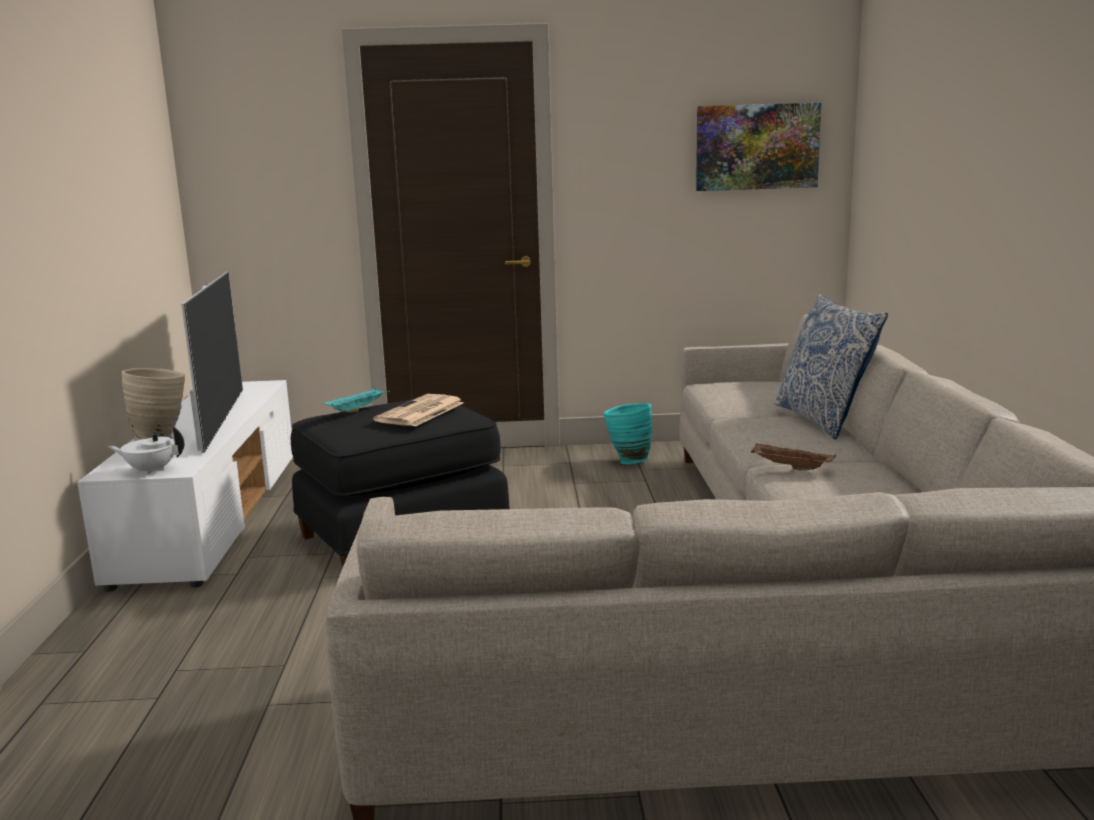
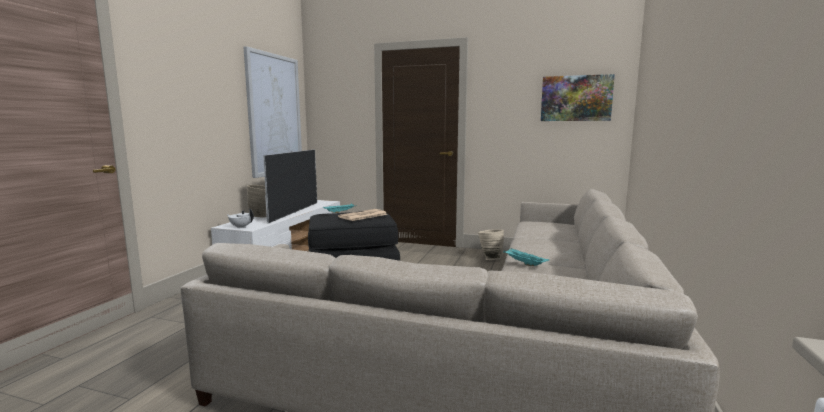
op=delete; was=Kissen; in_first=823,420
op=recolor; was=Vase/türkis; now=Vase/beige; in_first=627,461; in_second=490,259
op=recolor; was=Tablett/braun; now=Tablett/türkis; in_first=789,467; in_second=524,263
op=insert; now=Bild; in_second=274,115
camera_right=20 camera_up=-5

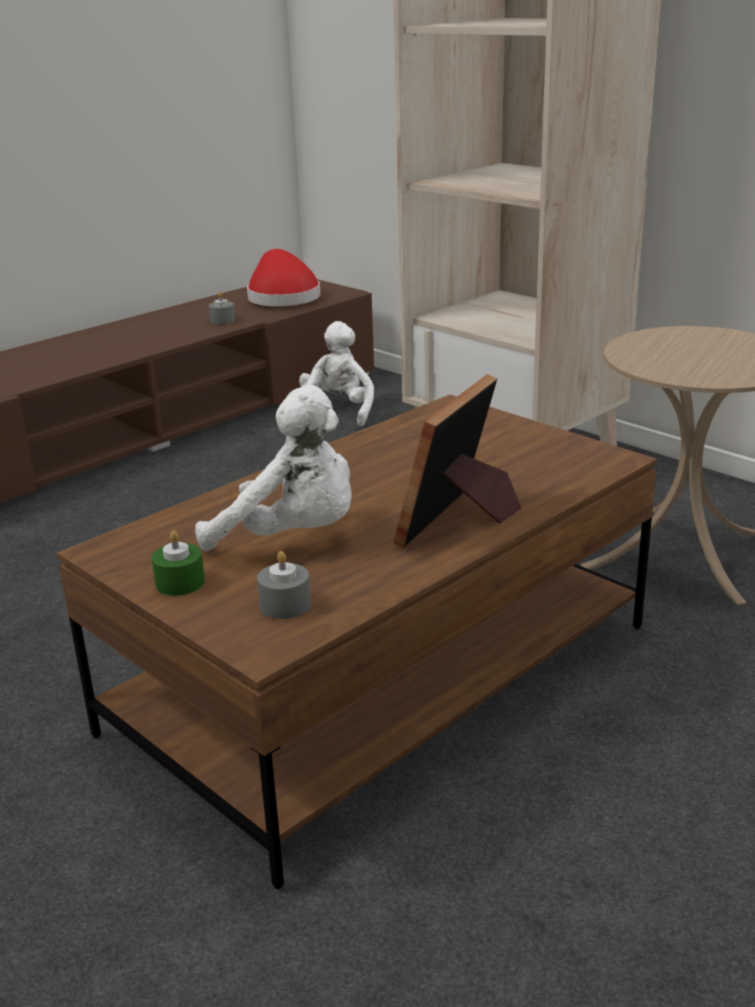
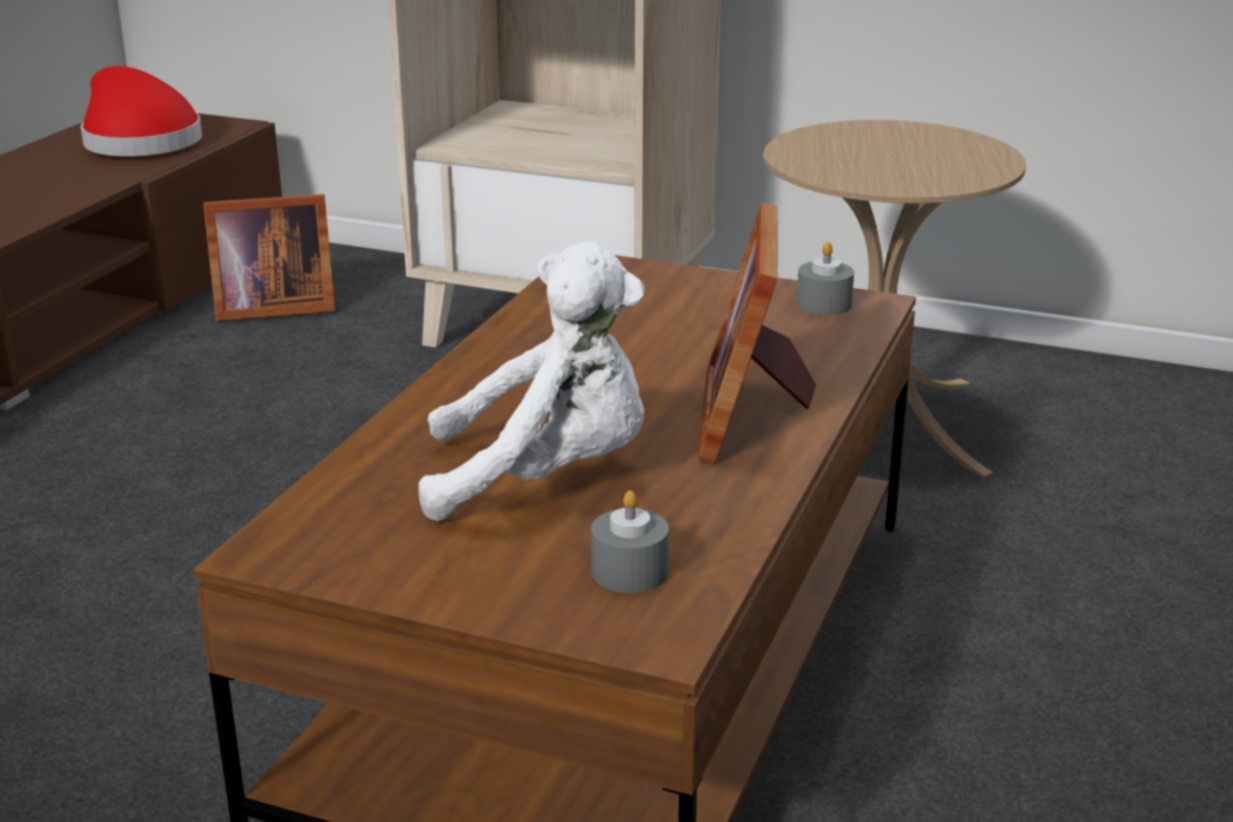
op=move; was=Kerze/grau; in_first=222,320; in_second=824,304
op=replace; was=Plüschtier/weiß; now=Bilderrahmen; in_first=338,411; in_second=270,307
op=delete; was=Kerze/grün; in_first=180,583
camera_right=-25 camera_up=0

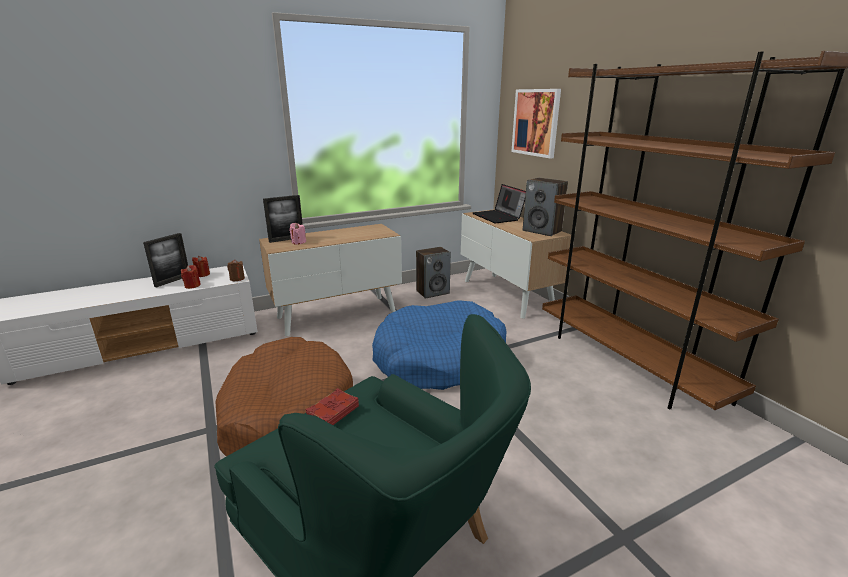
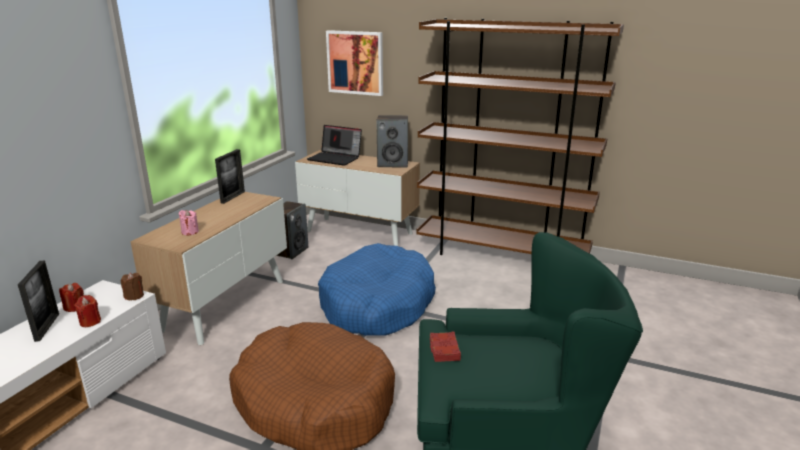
op=move; was=Bilderrahmen; in_first=286,239; in_second=233,197
camera_right=-40 camera_up=0

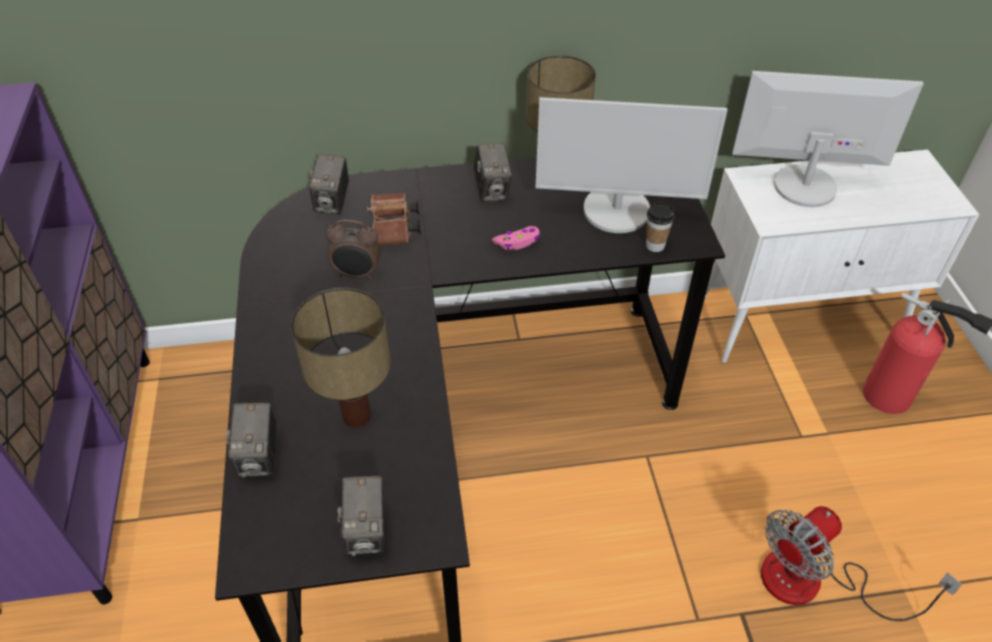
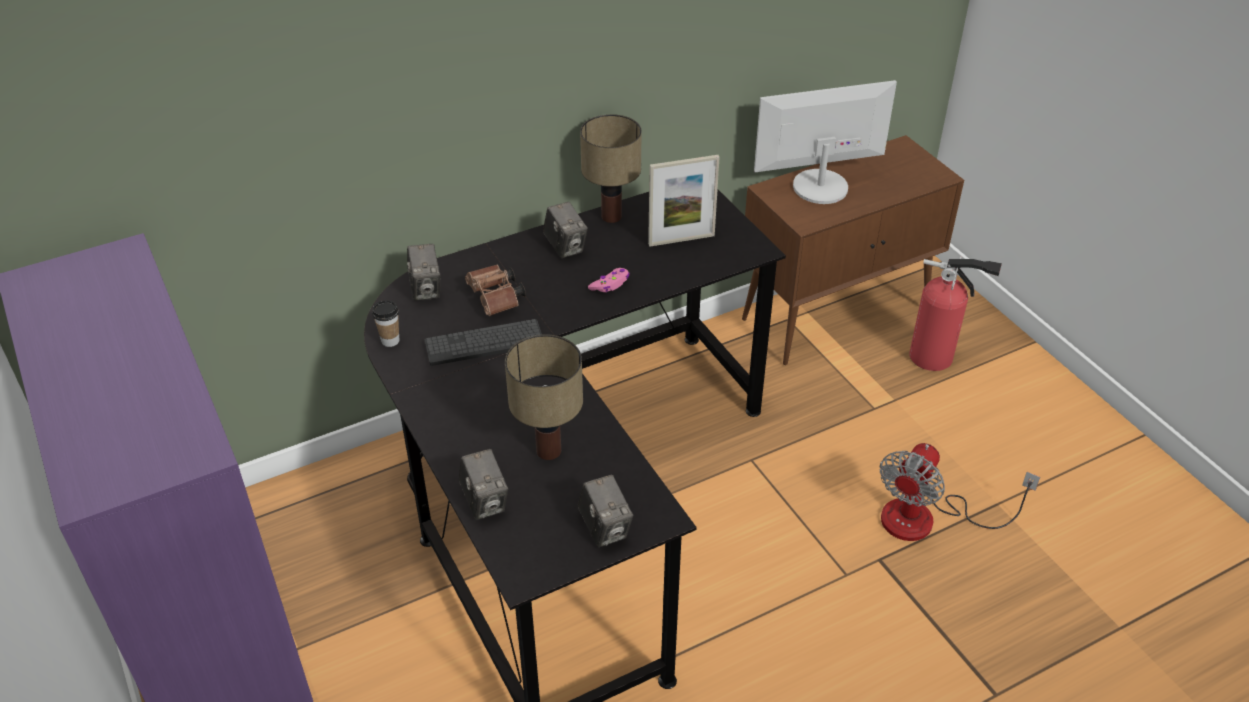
op=replace; was=Monitor; now=Bilderrahmen; in_first=617,211; in_second=681,240
op=recolor; was=Schrank/weiß; now=Schrank/braun; in_first=800,321; in_second=837,313
op=move; was=Tasse; in_first=655,245; in_second=390,341
op=replace; was=Wecker; now=Tastatur; in_first=357,274; in_second=484,343
camera_right=-20 camera_up=-5

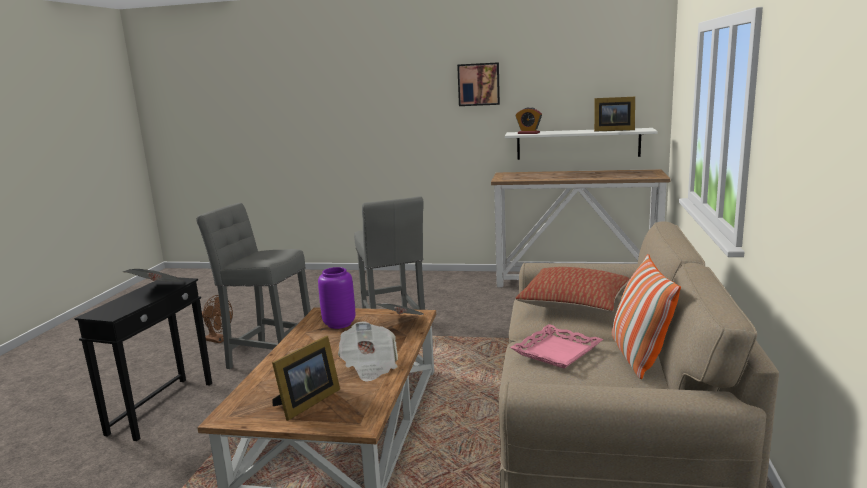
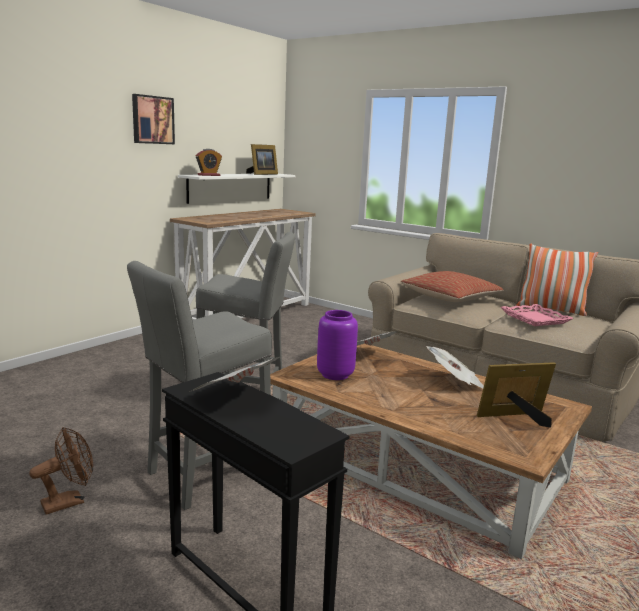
op=rotate; was=Bilderrahmen; in_first=306,403; in_second=516,418; clockwise=-75
camera_right=-65 camera_up=0

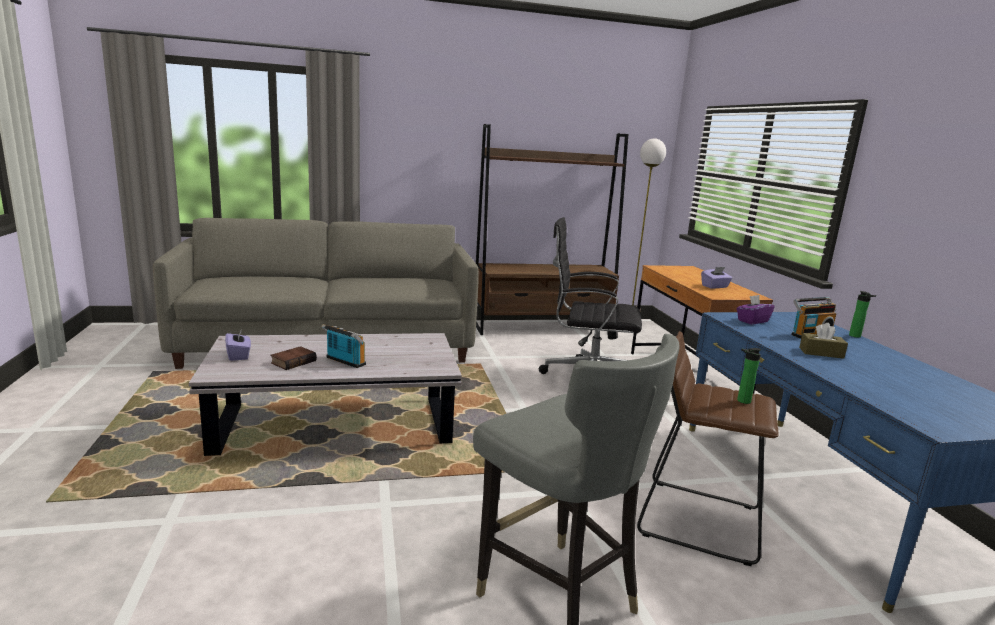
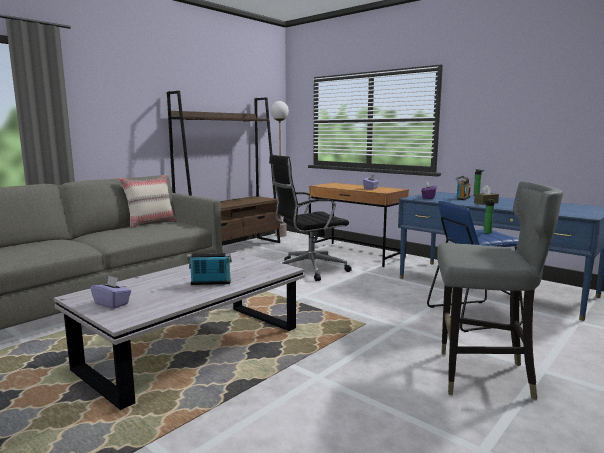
op=recolor; was=Hocker/braun; now=Hocker/blau; in_first=698,520; in_second=472,315
op=delete; was=Buch; in_first=293,361
op=insert; now=Kissen/beige; in_second=151,223
camera_right=-35 camera_up=-5

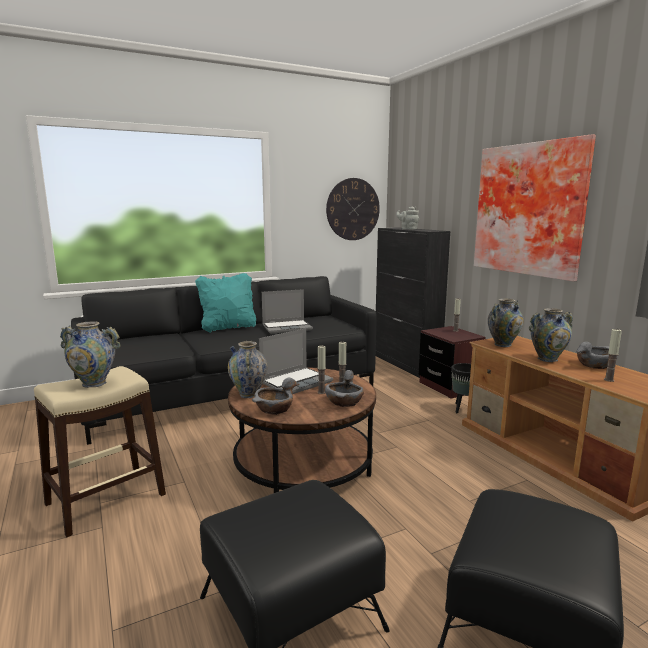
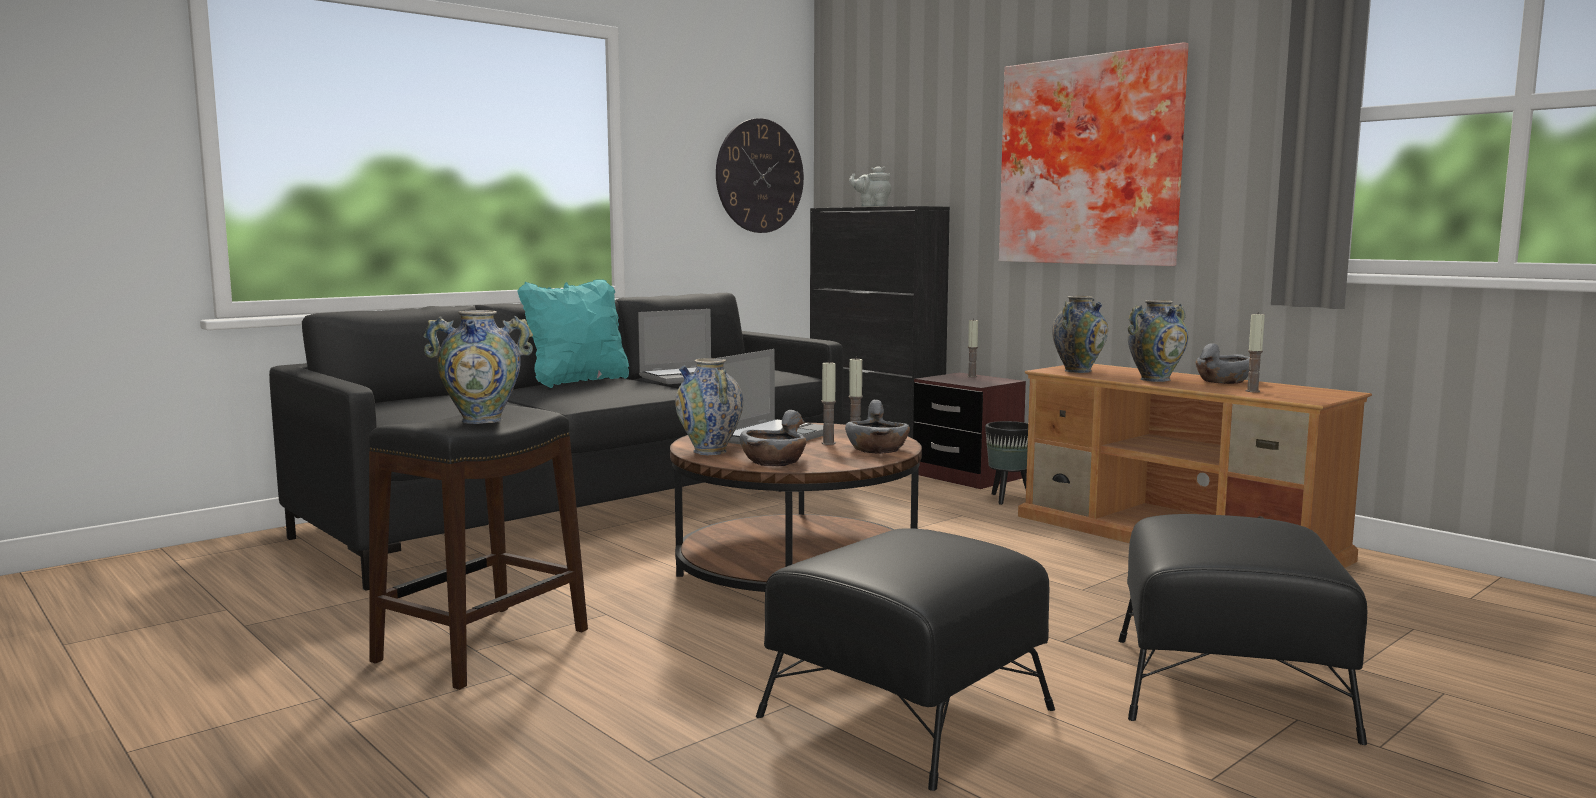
op=recolor; was=Hocker/beige; now=Hocker/schwarz; in_first=106,499; in_second=484,645
camera_right=-15 camera_up=-5

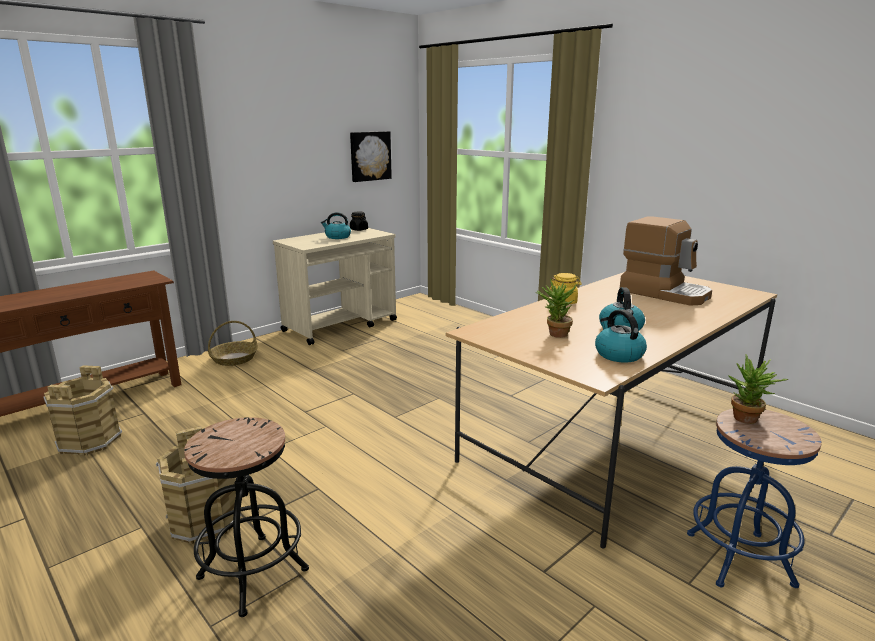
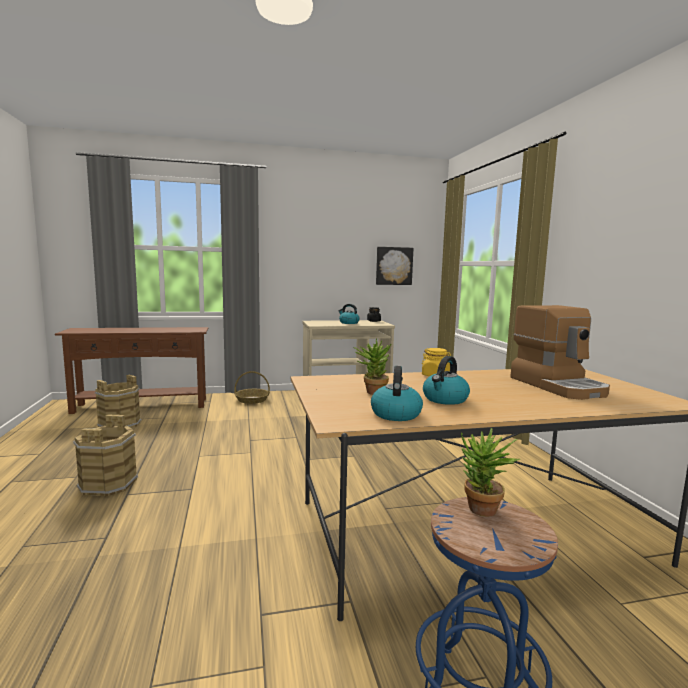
op=delete; was=Hocker/schwarz; in_first=253,573
camera_right=30 camera_up=-10

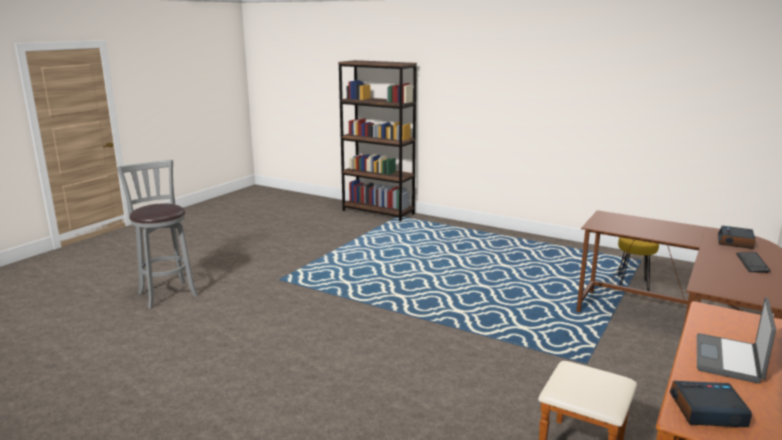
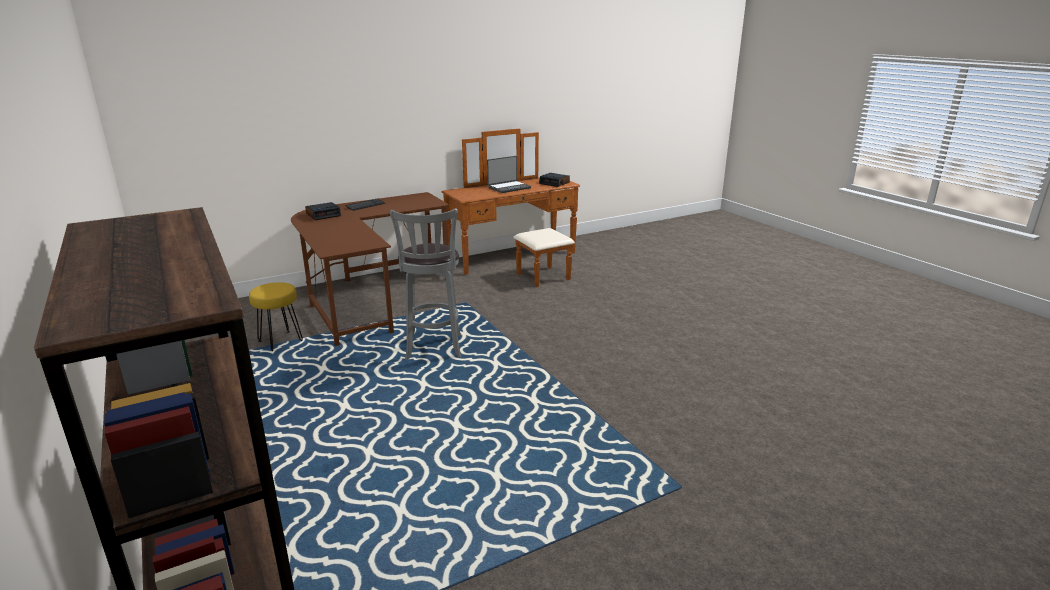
op=move; was=Hocker/grau; in_first=166,293; in_second=434,349
camera_right=-150 camera_up=5

